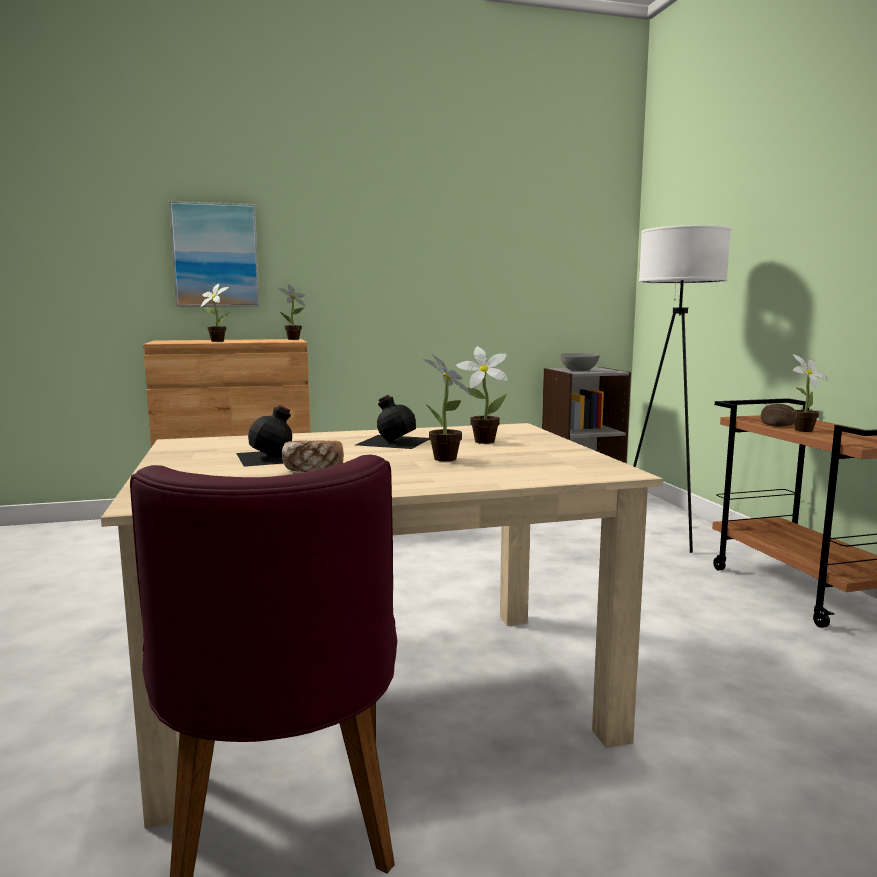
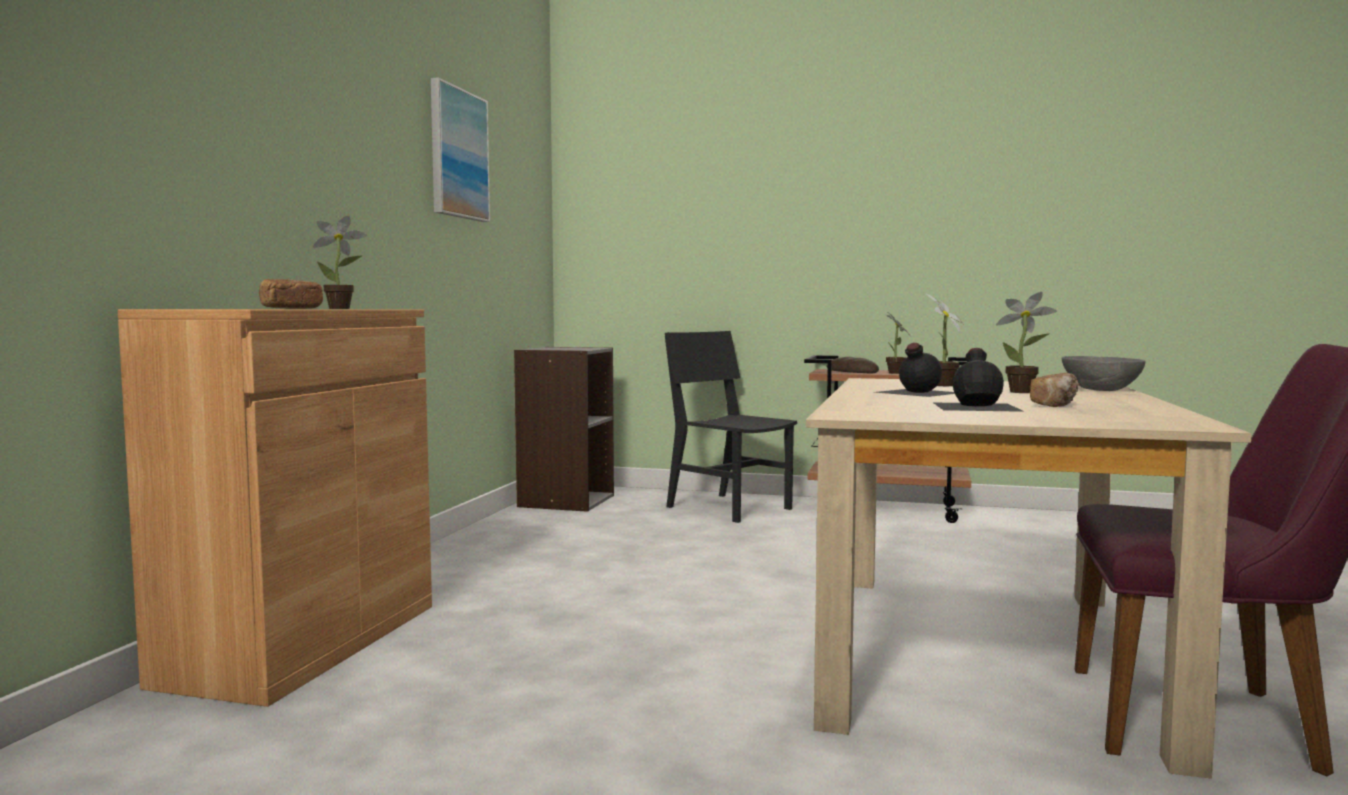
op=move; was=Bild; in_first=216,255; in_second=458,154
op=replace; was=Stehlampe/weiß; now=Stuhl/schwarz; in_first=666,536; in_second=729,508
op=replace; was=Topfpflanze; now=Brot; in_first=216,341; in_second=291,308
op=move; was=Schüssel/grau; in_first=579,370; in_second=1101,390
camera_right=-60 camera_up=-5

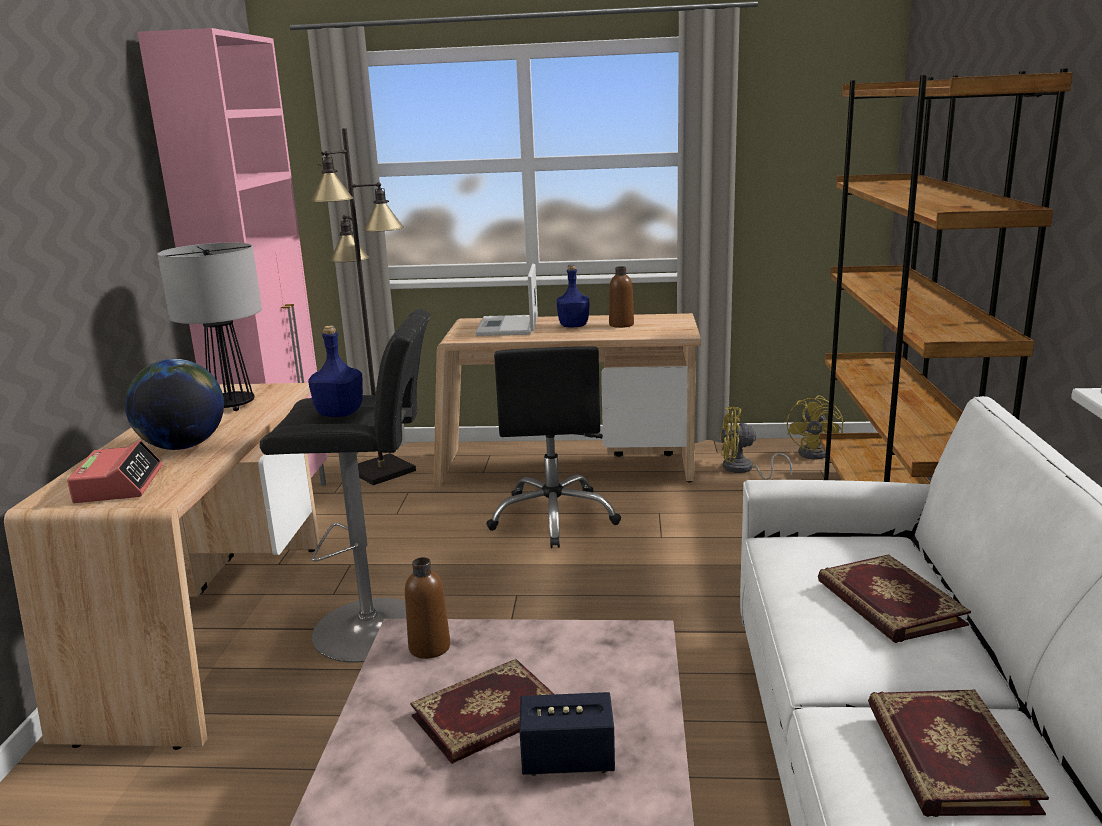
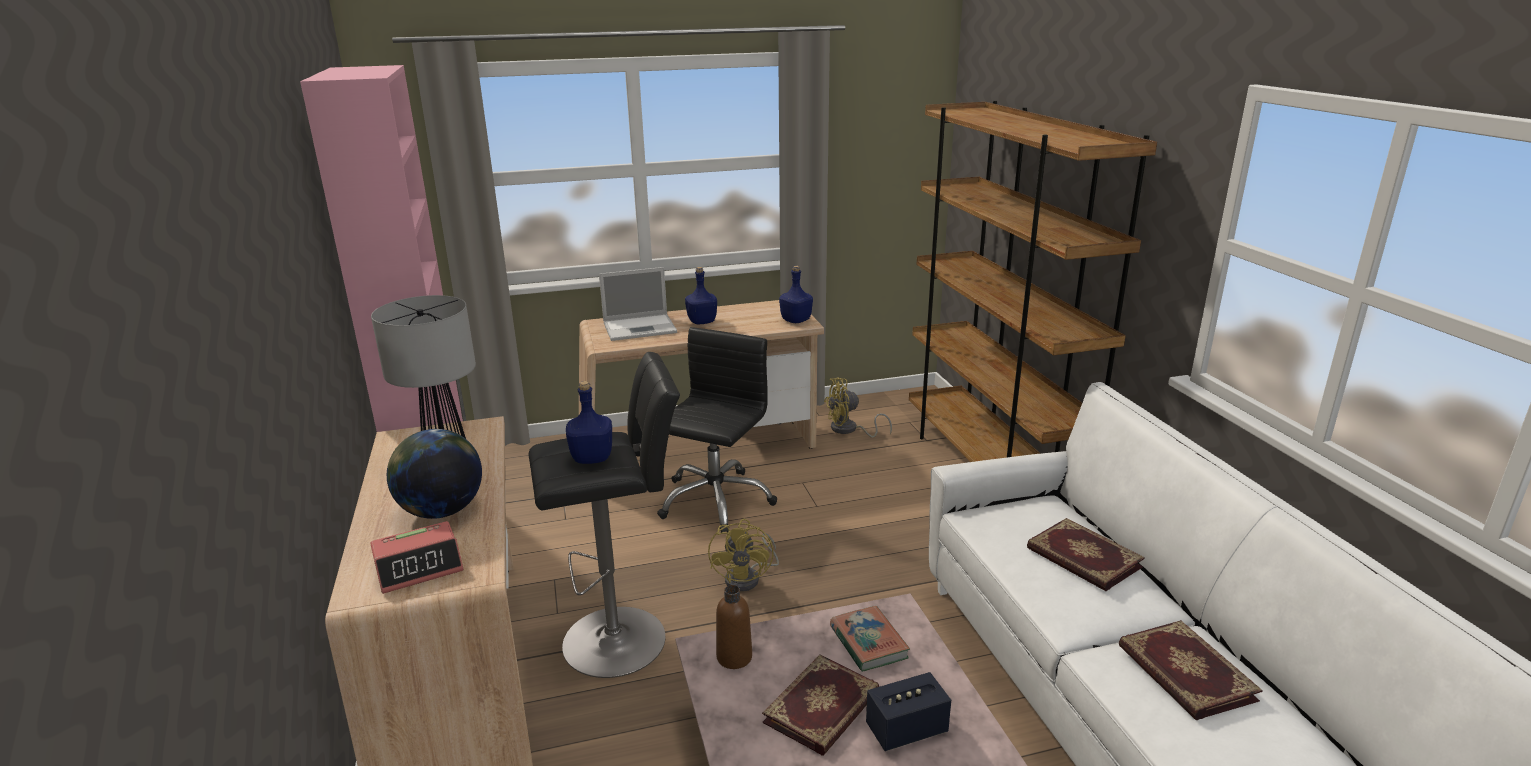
op=delete; was=Stehlampe/schwarz; in_first=381,471
op=rotate; was=Laptop; in_first=508,327; in_second=641,327; clockwise=-90
op=delete; was=Flasche/braun; in_first=621,325
op=rotate; was=Bürostuhl/schwarz; in_first=554,517; in_second=715,500; clockwise=-135
op=move; was=Ventilator/gelb; in_first=819,453; in_second=748,578
op=rotate; was=Wecker; in_first=119,485; in_second=419,566; clockwise=90
op=insert; now=Flasche/blau; in_second=796,320
op=insert; now=Buch; in_second=868,642
camera_right=-20 camera_up=5

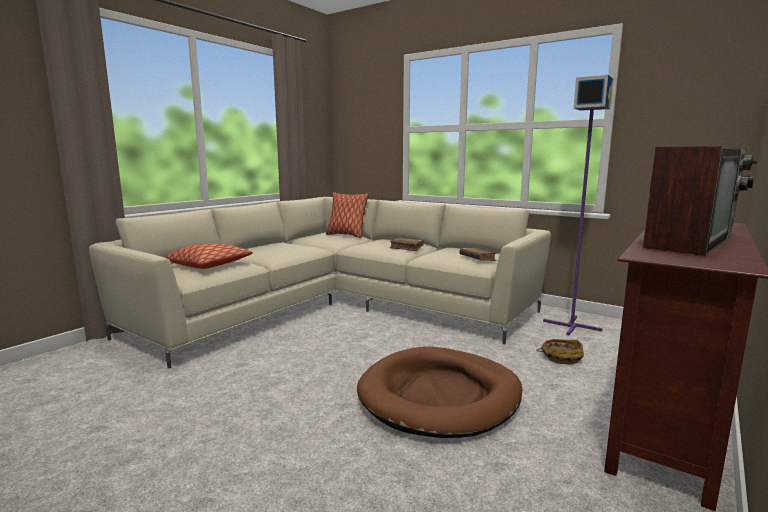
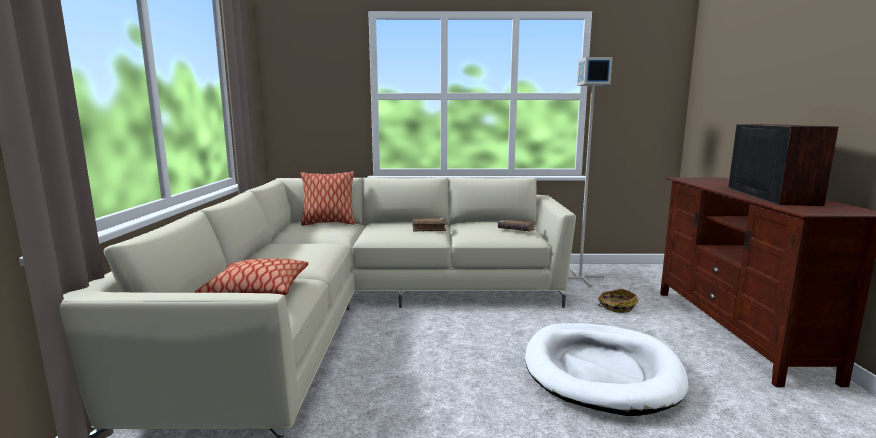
op=recolor; was=Stehlampe/lila; now=Stehlampe/grau; in_first=571,325; in_second=579,278
op=recolor; was=Hundebett/braun; now=Hundebett/weiß; in_first=440,396; in_second=601,371
camera_right=-35 camera_up=0

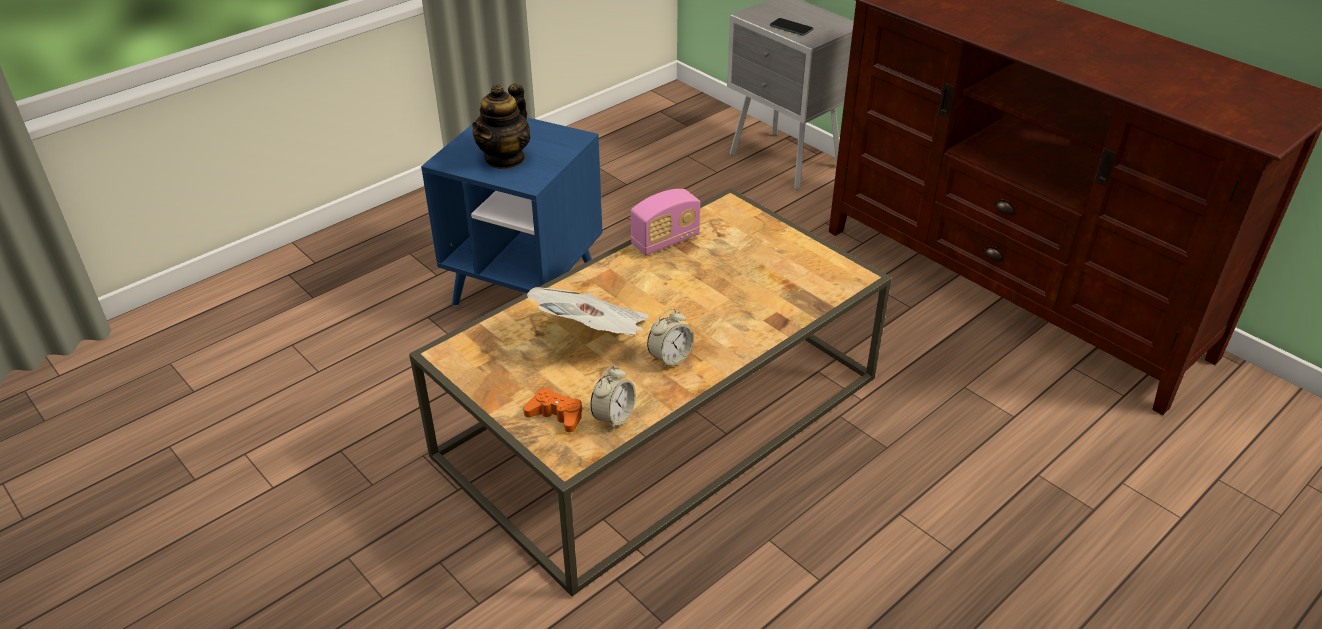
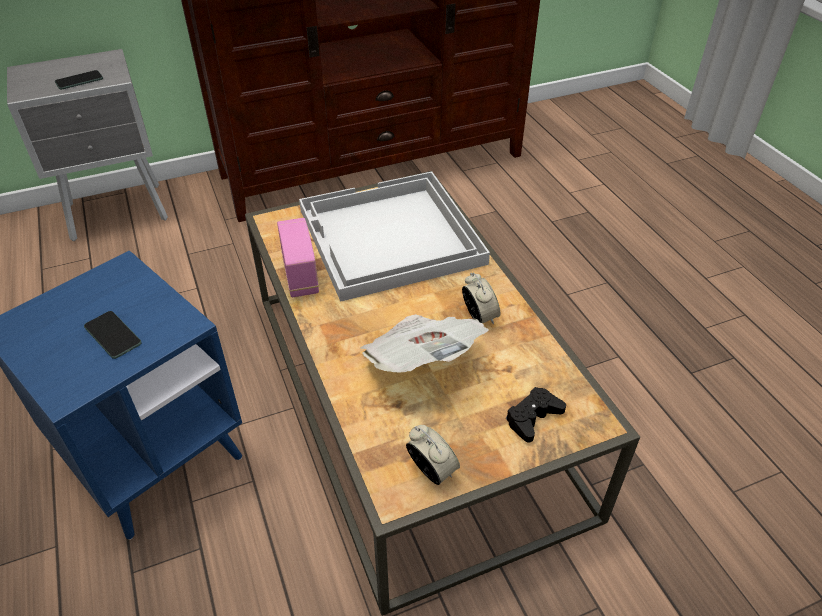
op=replace; was=Teekanne; now=Handy; in_first=505,158; in_second=113,335
op=move; was=Wecker; in_first=613,417; in_second=432,471
op=recolor; was=Gamepad/orange; now=Gamepad/schwarz; in_first=556,415; in_second=533,418
op=insert; now=Tablett/weiß; in_second=389,237
camera_right=-70 camera_up=5

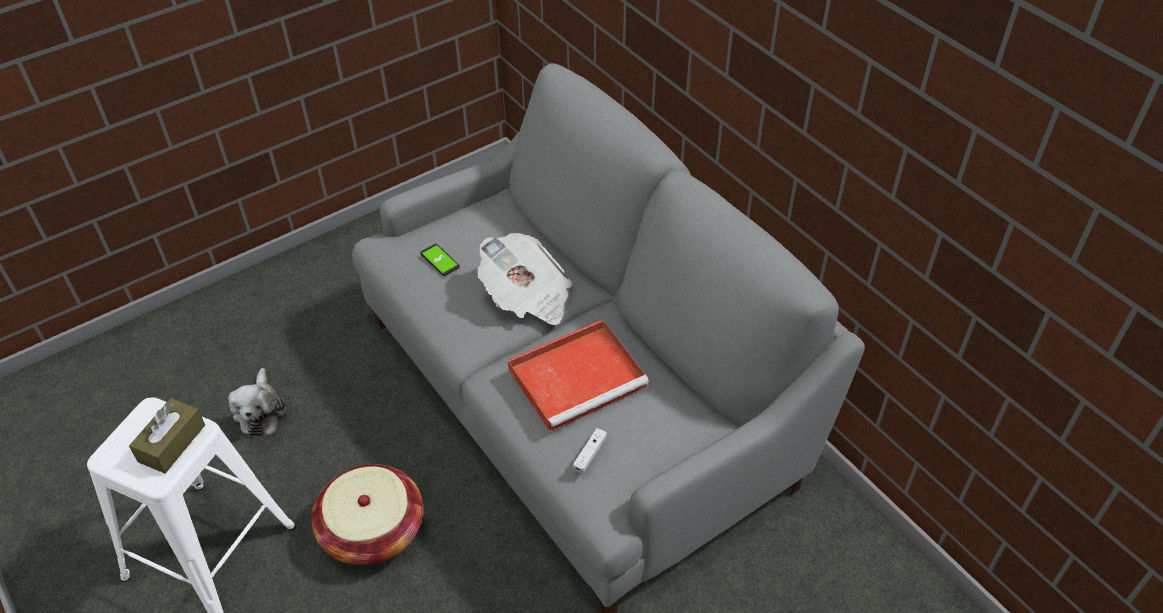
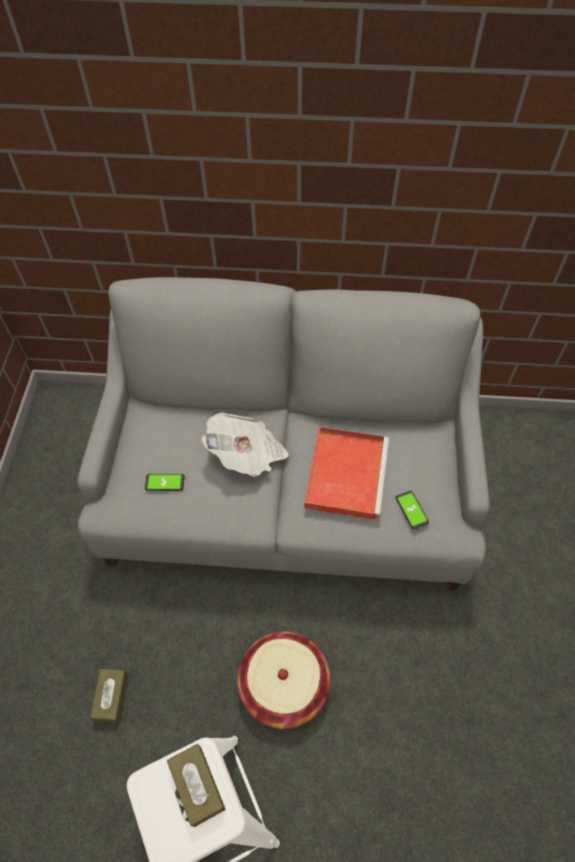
op=replace; was=Plüschtier; now=Taschentuchbox/braun; in_first=261,411; in_second=112,697
op=replace; was=Gamepad/weiß; now=Handy; in_first=589,454; in_second=411,510
camera_right=-50 camera_up=10

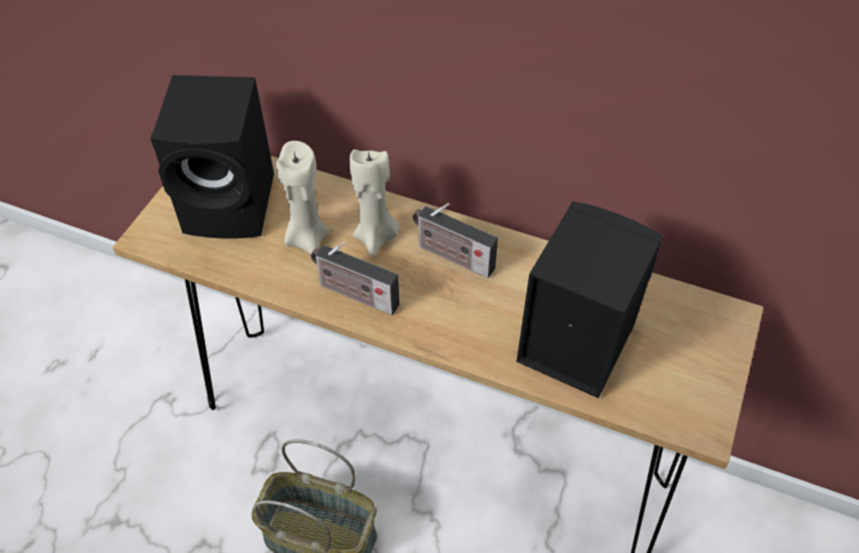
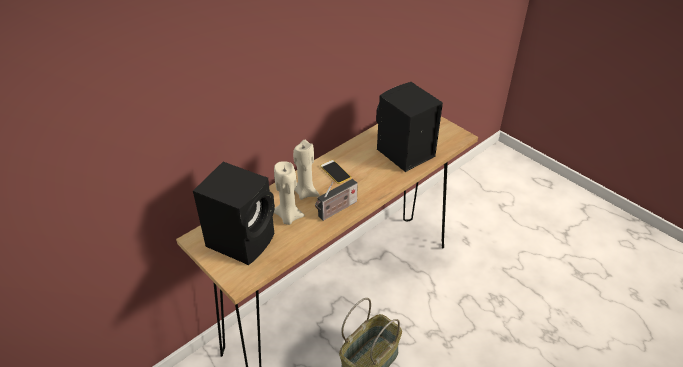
op=replace; was=Radio; now=Handy; in_first=452,256; in_second=335,172
camera_right=-65 camera_up=-10

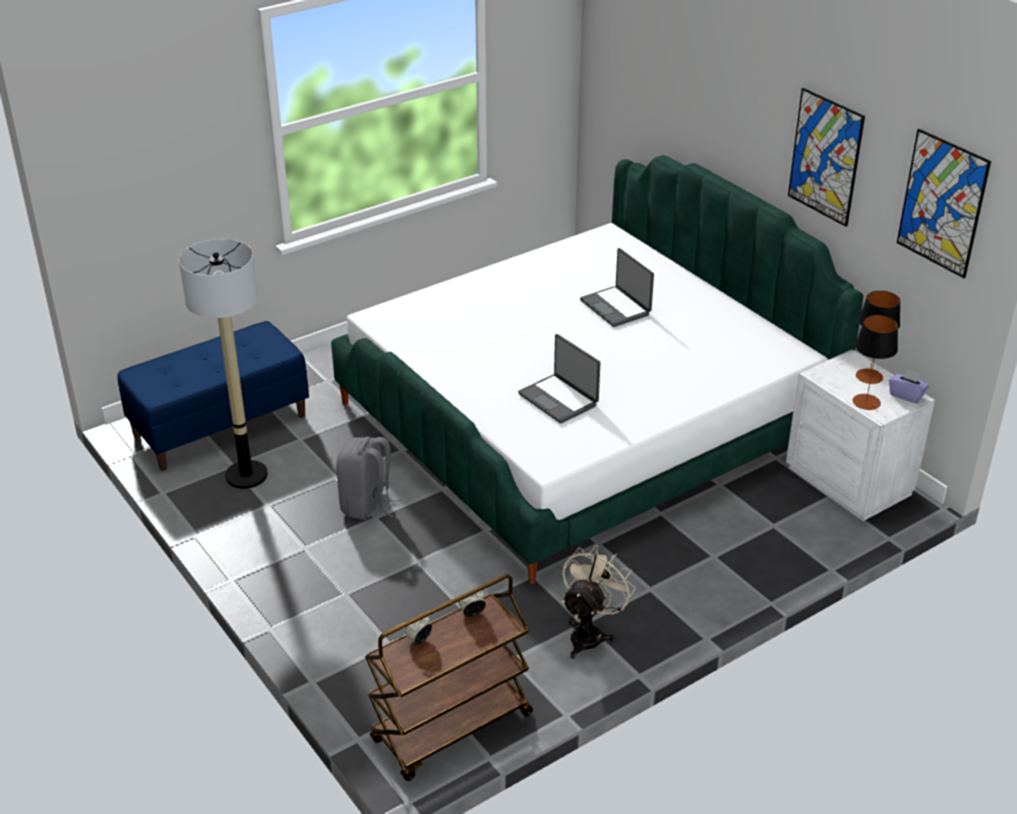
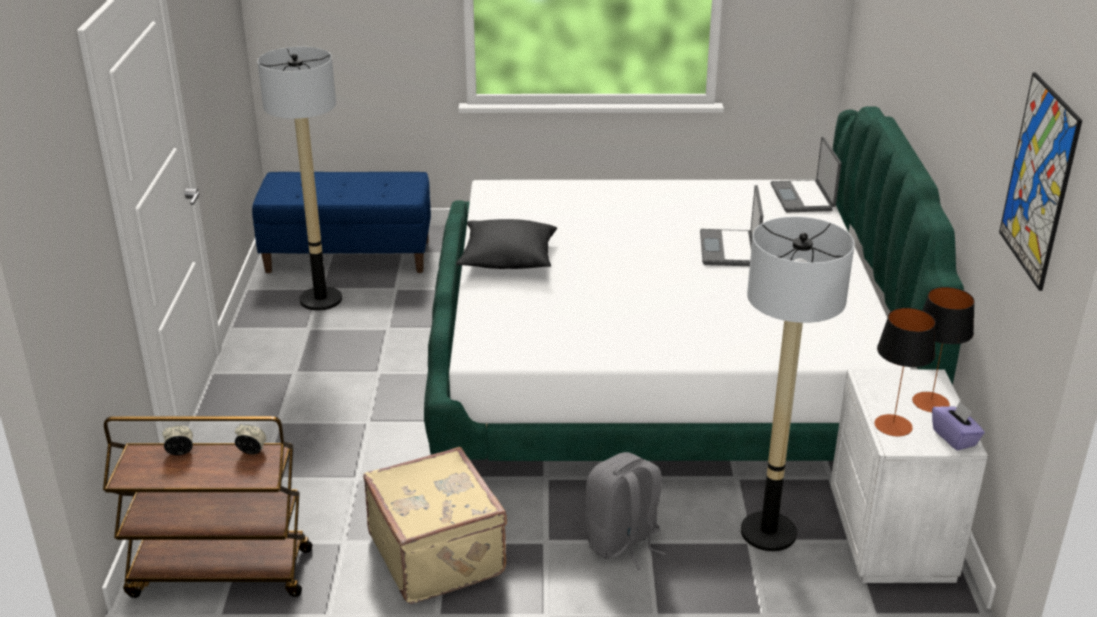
op=delete; was=Bild; in_first=825,157
op=move; was=Laptop; in_first=559,399; in_second=803,197
op=move; was=Rucksack/grau; in_first=367,505; in_second=623,542
op=replace; was=Ventilator/beige; now=Koffer/beige; in_first=590,634; in_second=438,553
op=insert; now=Stehlampe; in_second=768,532
op=insert; now=Kissen/schwarz; in_second=508,259
camera_right=35 camera_up=-5

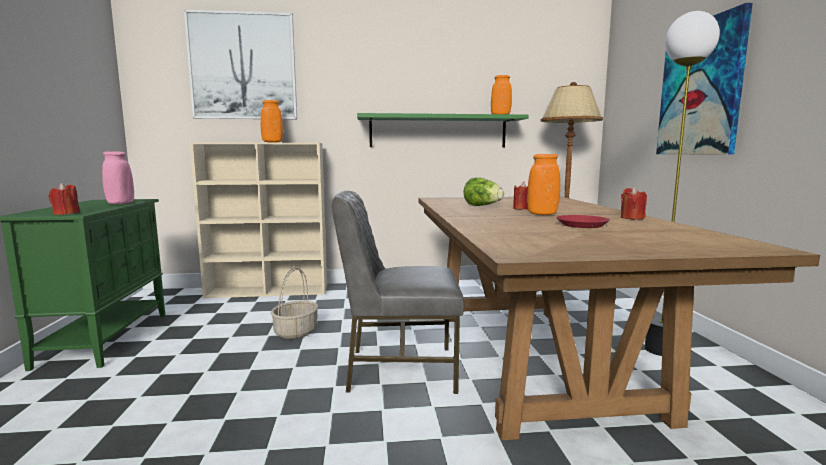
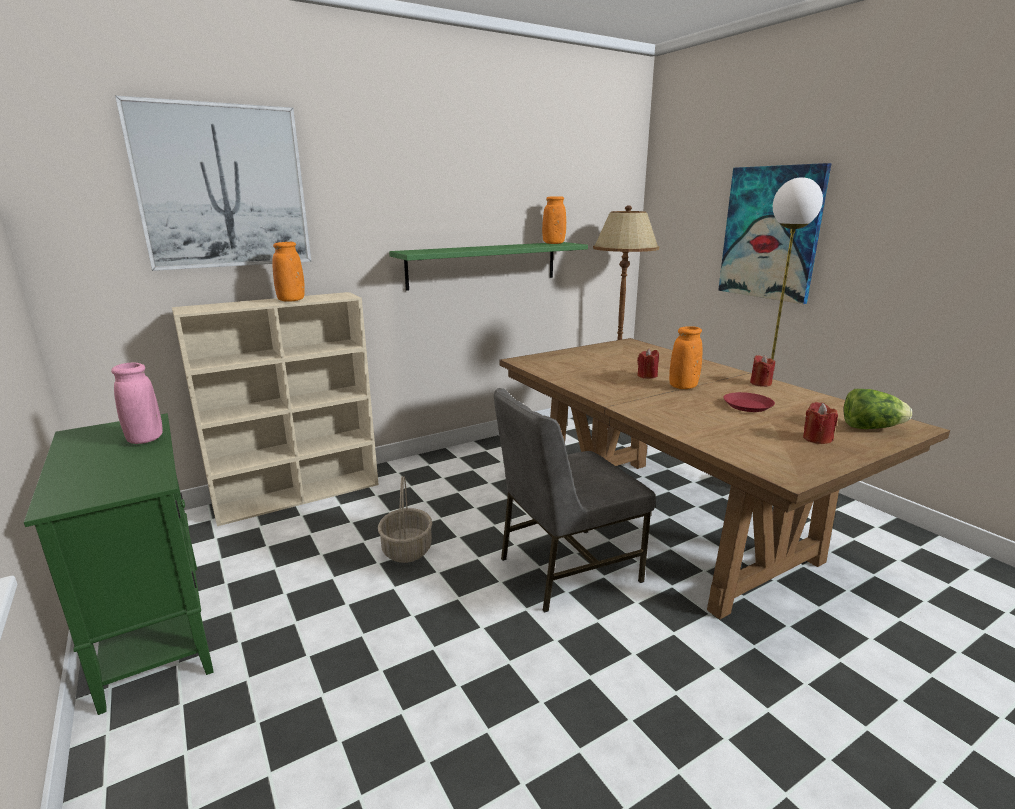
op=move; was=Salatkopf; in_first=482,206; in_second=870,428
op=move; was=Kerze/rot; in_first=66,213; in_second=817,439
camera_right=-25 camera_up=10

